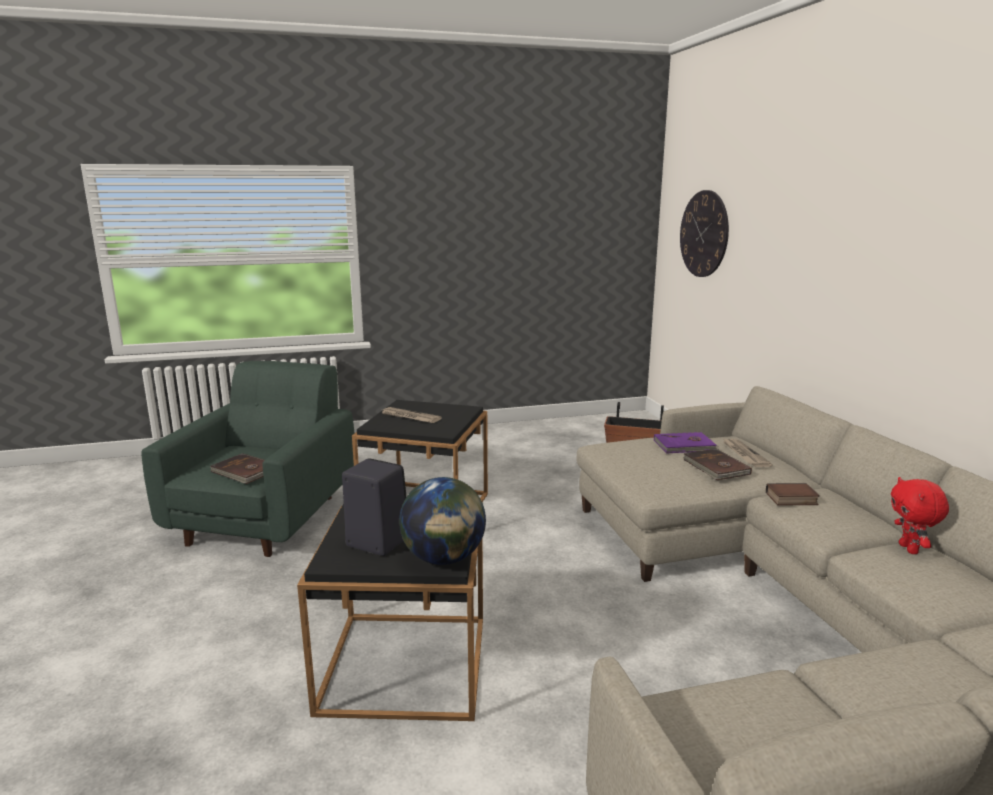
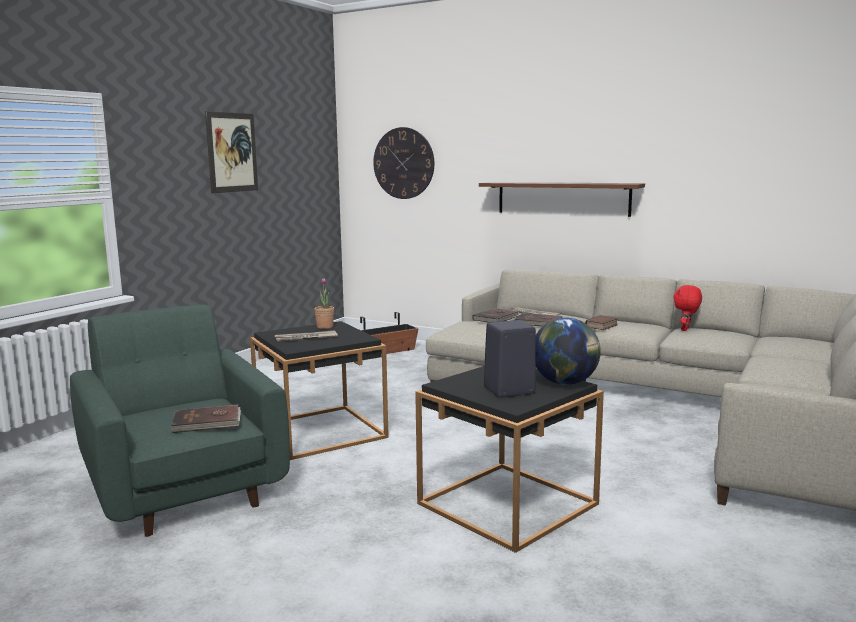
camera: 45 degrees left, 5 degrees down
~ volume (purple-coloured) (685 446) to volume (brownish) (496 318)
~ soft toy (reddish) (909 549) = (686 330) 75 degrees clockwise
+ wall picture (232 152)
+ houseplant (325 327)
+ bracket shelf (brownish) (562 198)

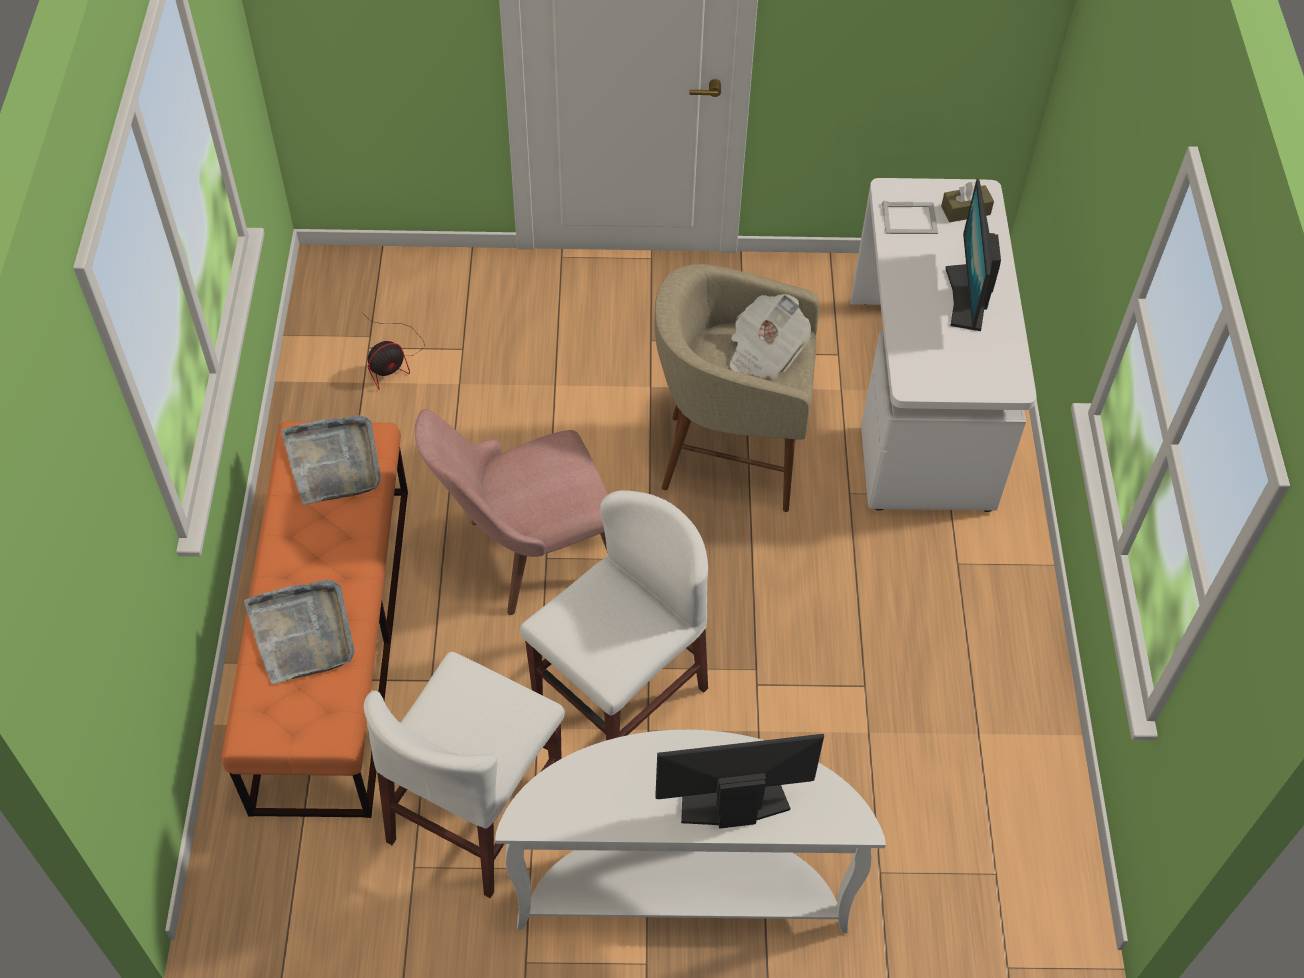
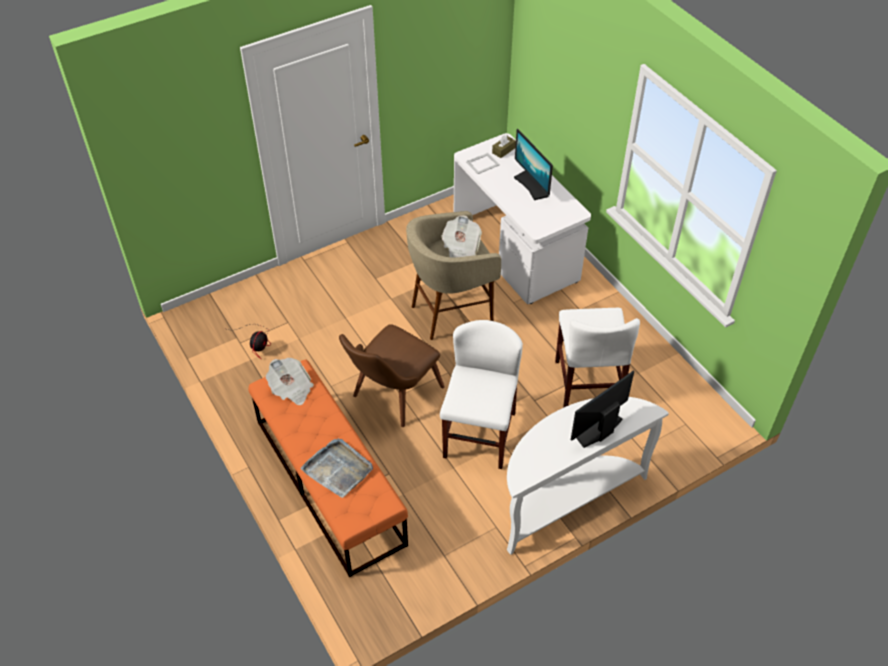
camera: 30 degrees left, 5 degrees down
~ serving tray (grey) (334 462) to daily paper (291 389)
~ chair (white) (475 811) to (587 385)
~ chair (pink-coloured) (526 556) to chair (brownish) (391 398)

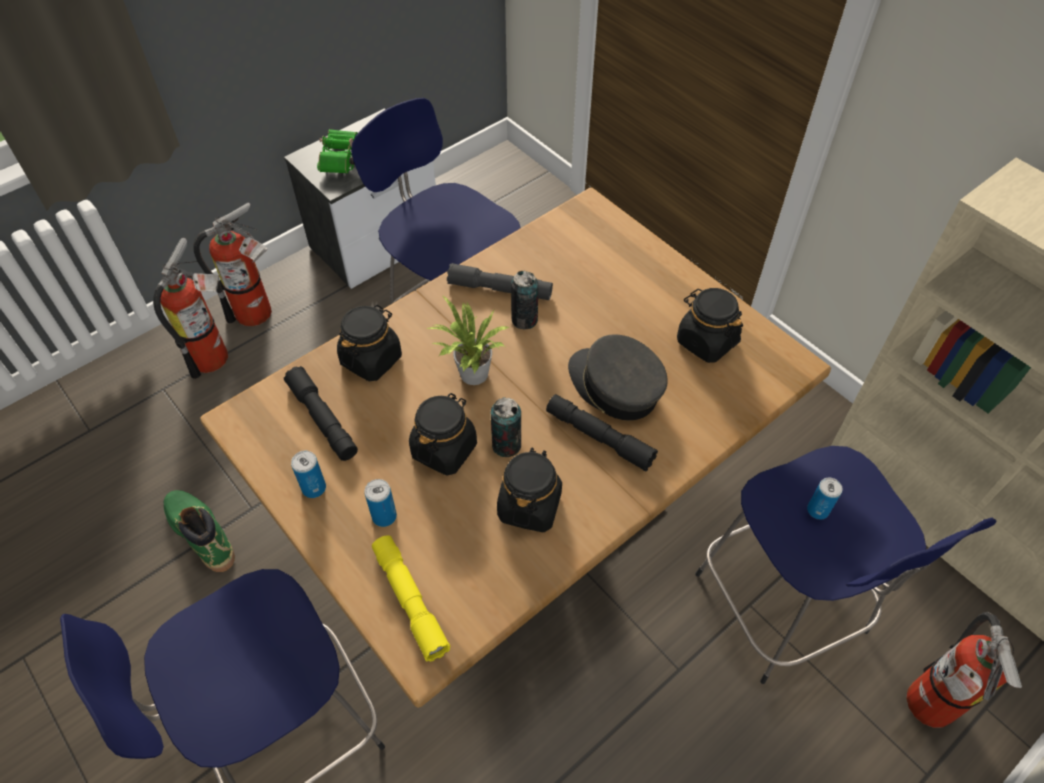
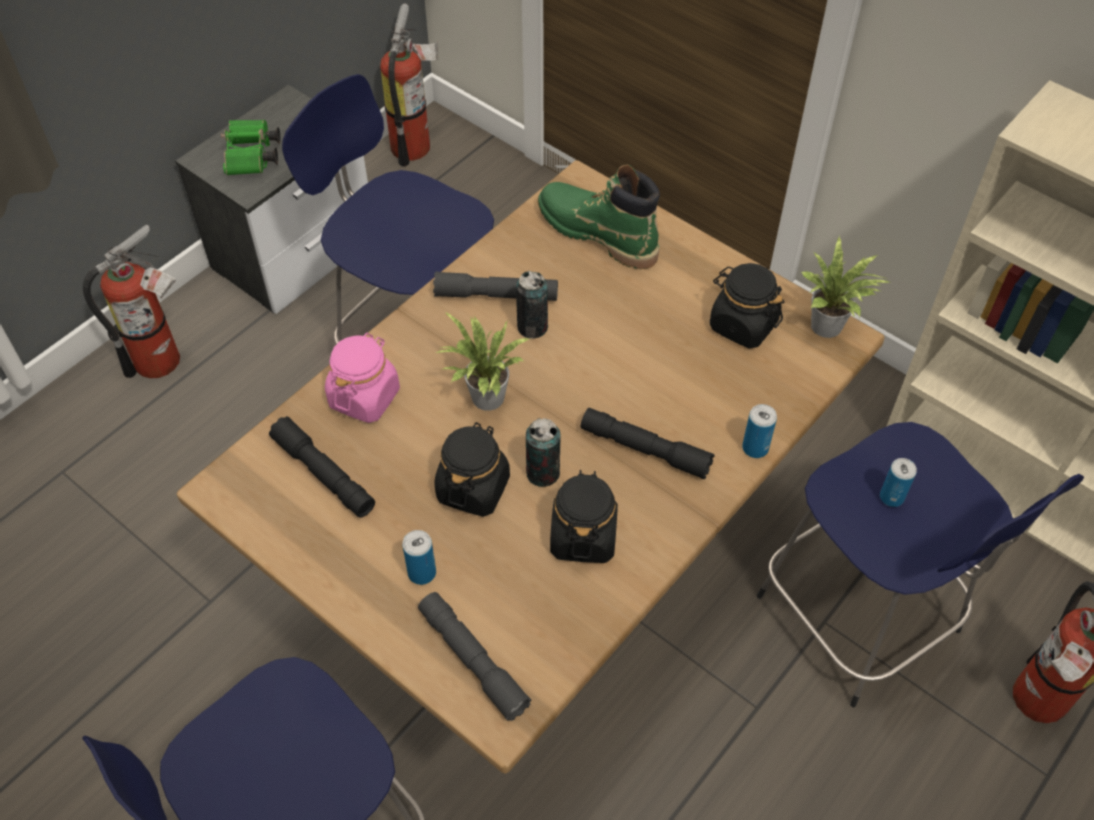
camera: 10 degrees left, 0 degrees up
~ extinguisher (215 355) to (415 144)
~ high-top boot (greenish) (201 533) to (597 234)
~ can (314 488) to (755 448)
~ storage jar (black-coloured) (371 359) to storage jar (pink-coloured) (364 397)
~ flashlight (yellowish) (410 600) to flashlight (grey) (473 660)
- baseball cap (grey) (614 387)
+ houseplant (830 328)

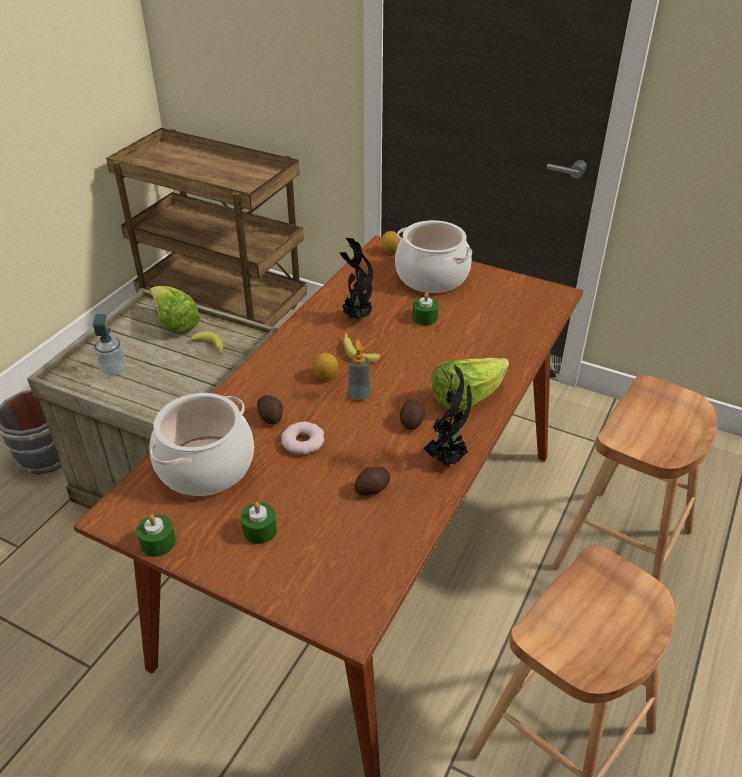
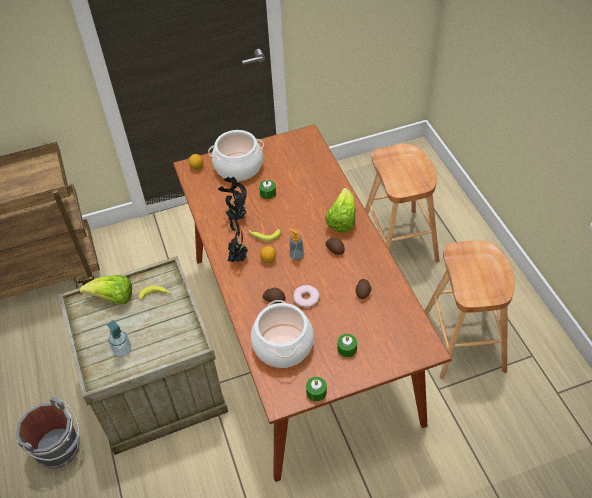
camera: 45 degrees left, 10 degrees up
~ houseplant (448 458) to (238 257)

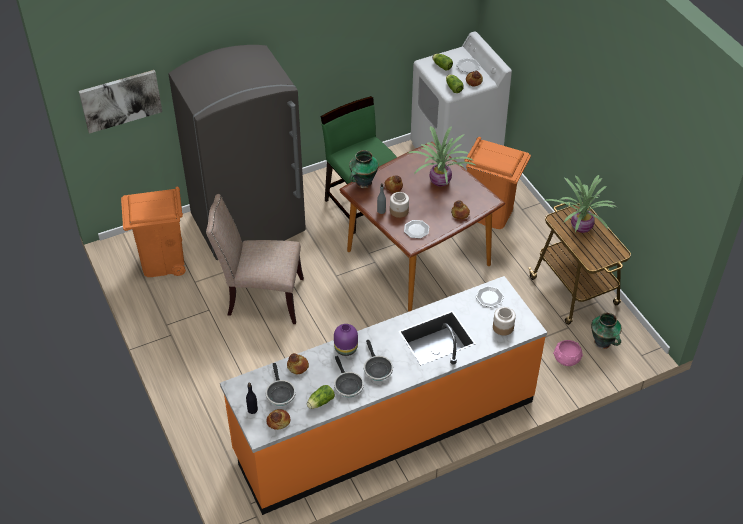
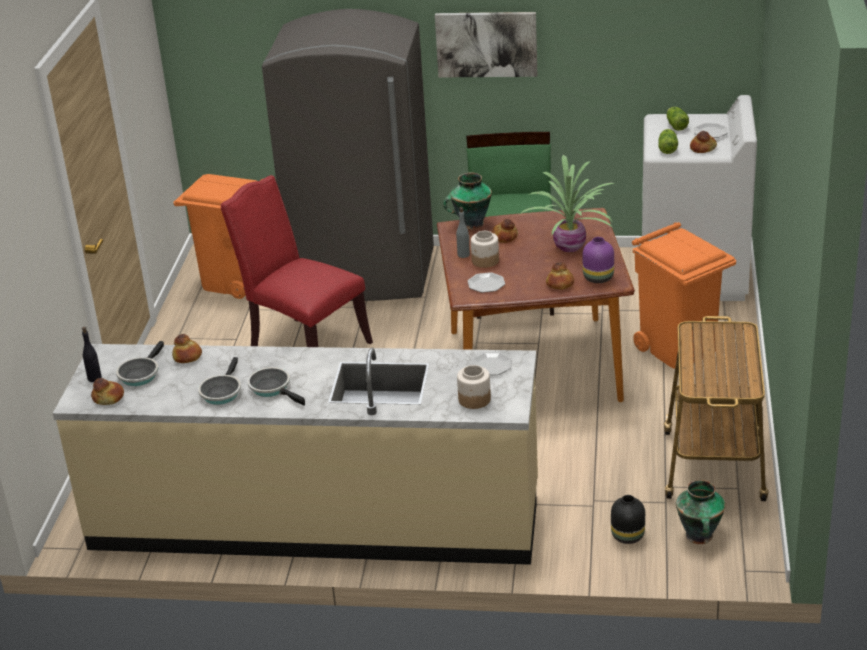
camera: 35 degrees right, 15 degrees down
~ wall picture (120 100) to (486 44)
~ chair (beige) (261 298) to chair (reddish) (304 346)
~ counter (orange-coloured) (385 426) to counter (beige) (315 519)
- head of lettuce (320 402)
~ decorative vase (purple-coloured) (345 349) to (597 278)
~ frying pan (377 369) = (273 388) 120 degrees clockwise
- houseplant (580 227)
~ deep dish (pink-coloured) (566 359) to decorative vase (black-coloured) (627 535)

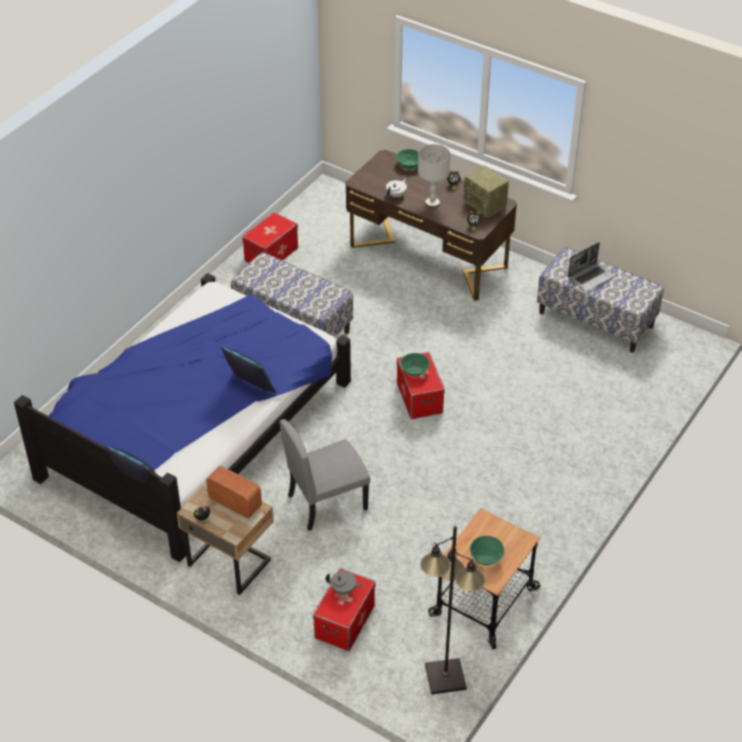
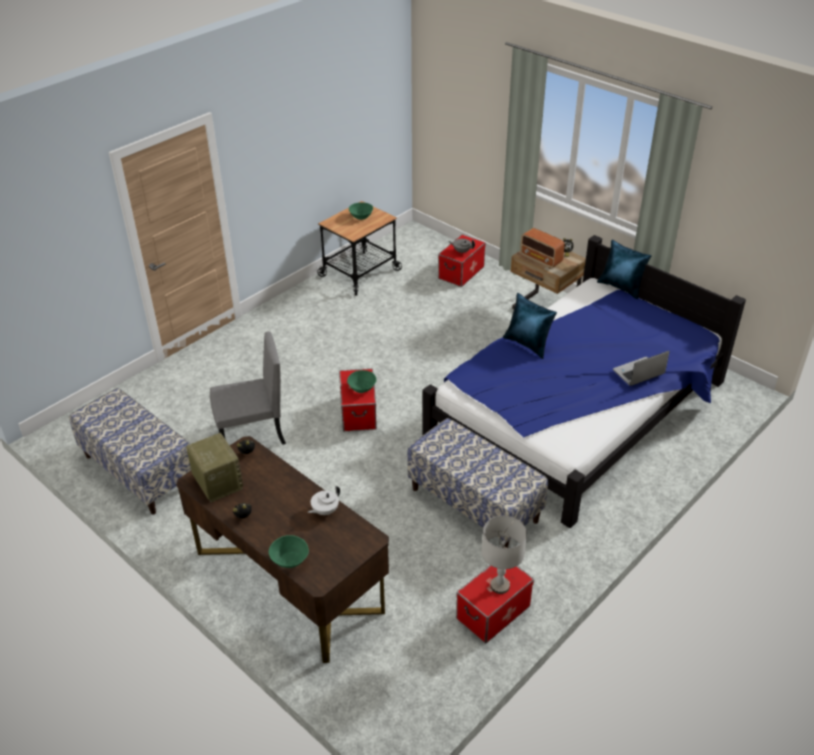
camera: 170 degrees left, 5 degrees down
~ chair (grey) (327 501) to (251 434)
~ table lamp (grey) (432 203) to (499 586)
- standard lamp (black-coloured) (444 676)
~ laptop (591 277) to (638 373)

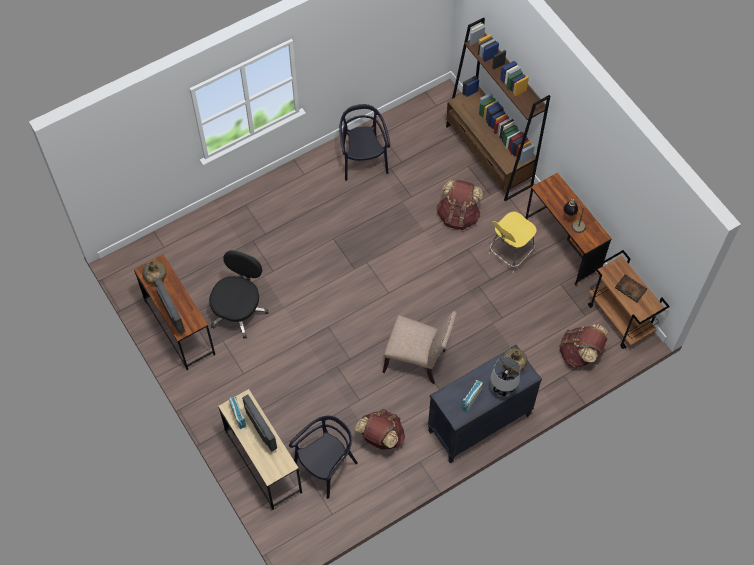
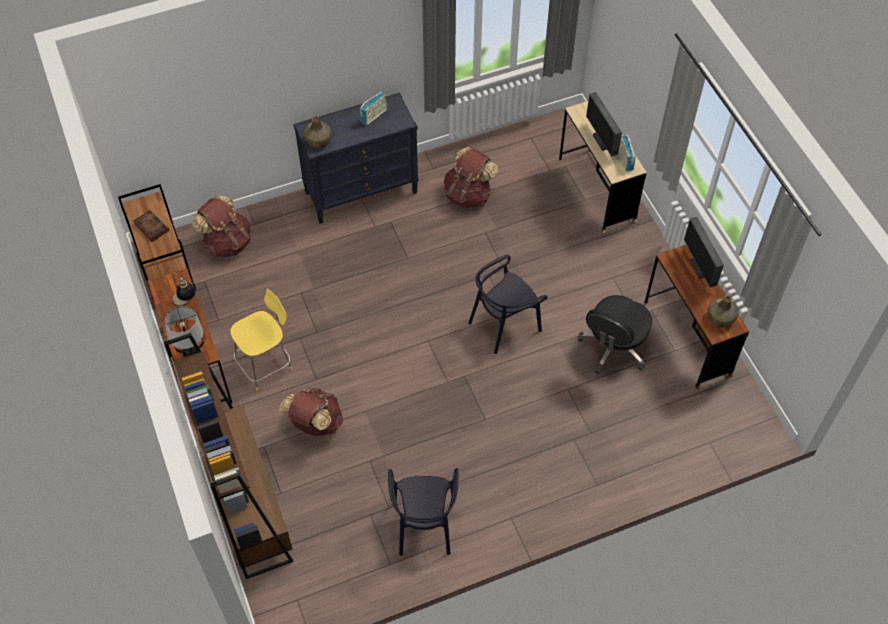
camera: 170 degrees left, 5 degrees down
~ chair (black-coloured) (326 467) to (504 324)
- chair (beige) (417 360)
~ table lamp (502 390) to (191 352)

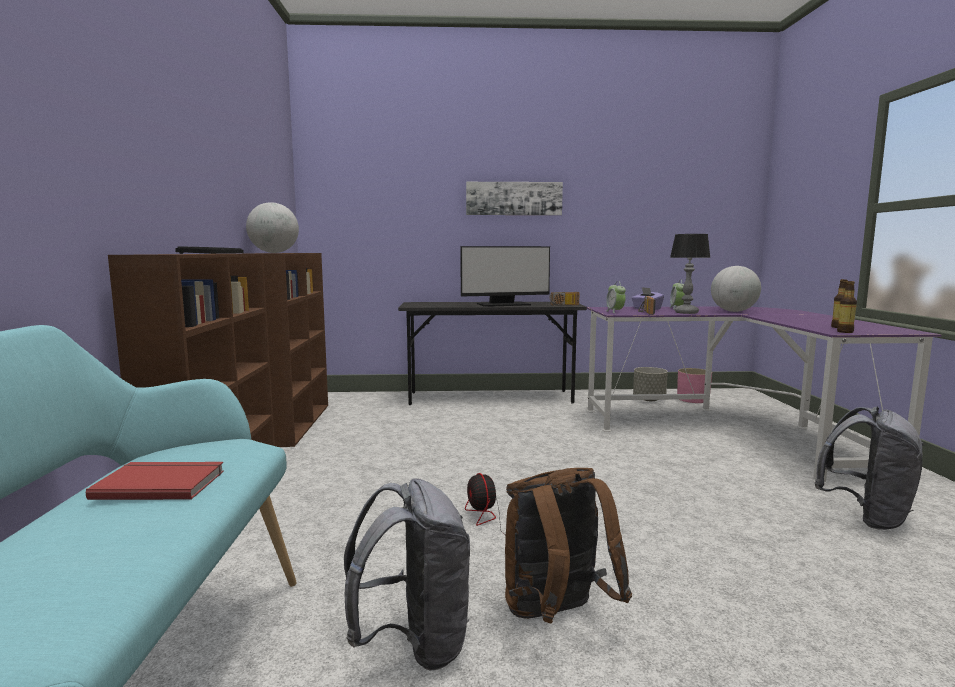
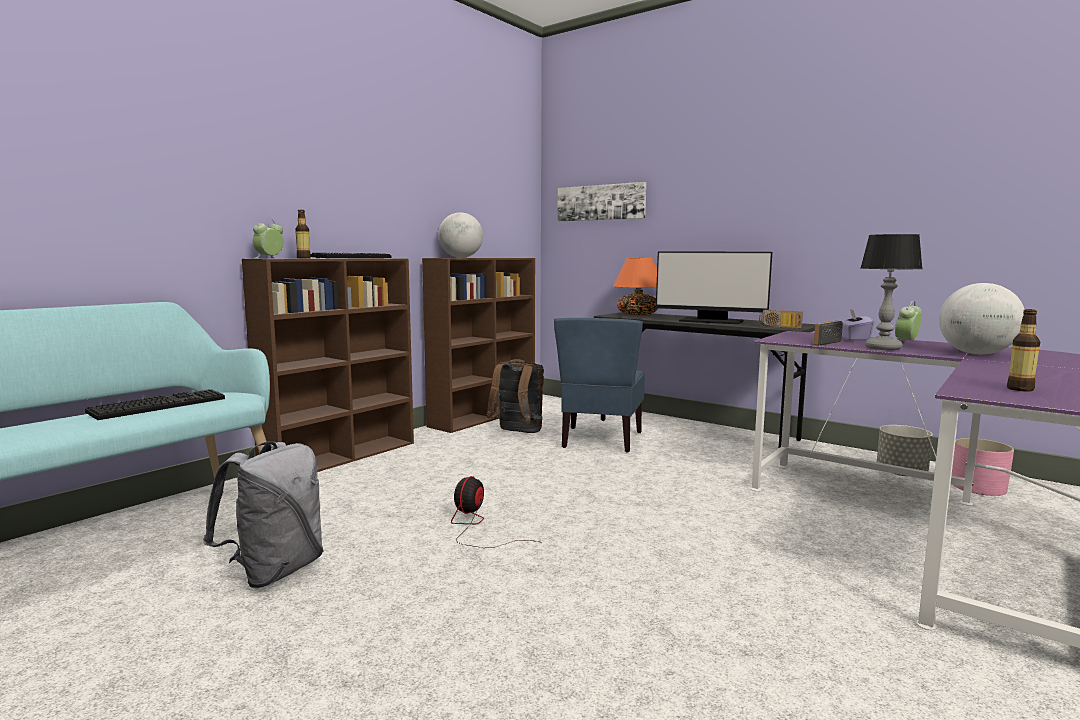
camera: 40 degrees right, 0 degrees up
~ volume (reddish) (161 483) to computer keyboard (159 405)
~ wall picture (514 198) to (601 202)
~ rucksack (brownish) (556 615) to (517 433)
~ alarm clock (615 312) to (269 258)
- rucksack (grey) (866 517)
~ beverage bottle (845 332) to (303 258)
+ chair (blue-coloured) (600 440)
+ table lamp (orange-coloured) (637 314)

